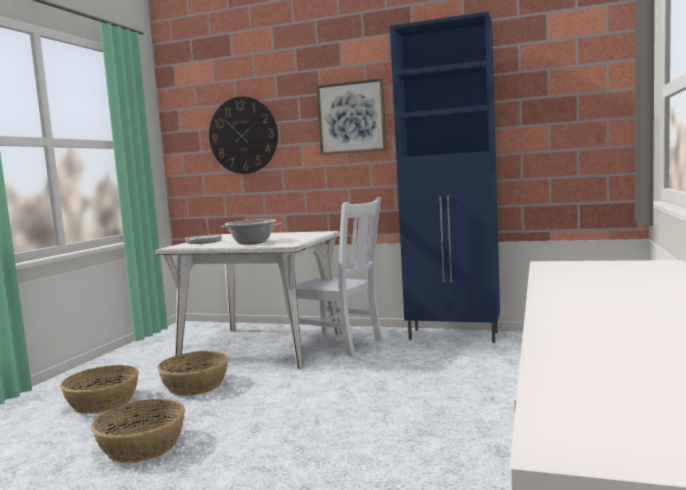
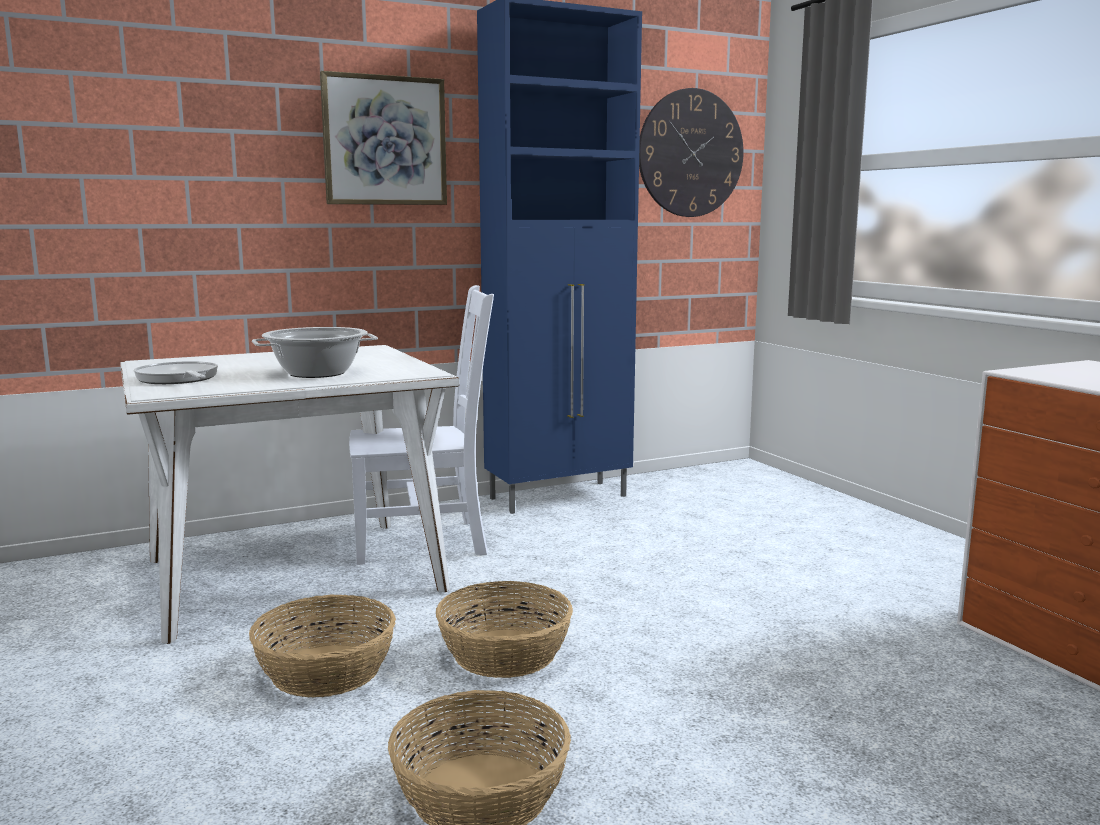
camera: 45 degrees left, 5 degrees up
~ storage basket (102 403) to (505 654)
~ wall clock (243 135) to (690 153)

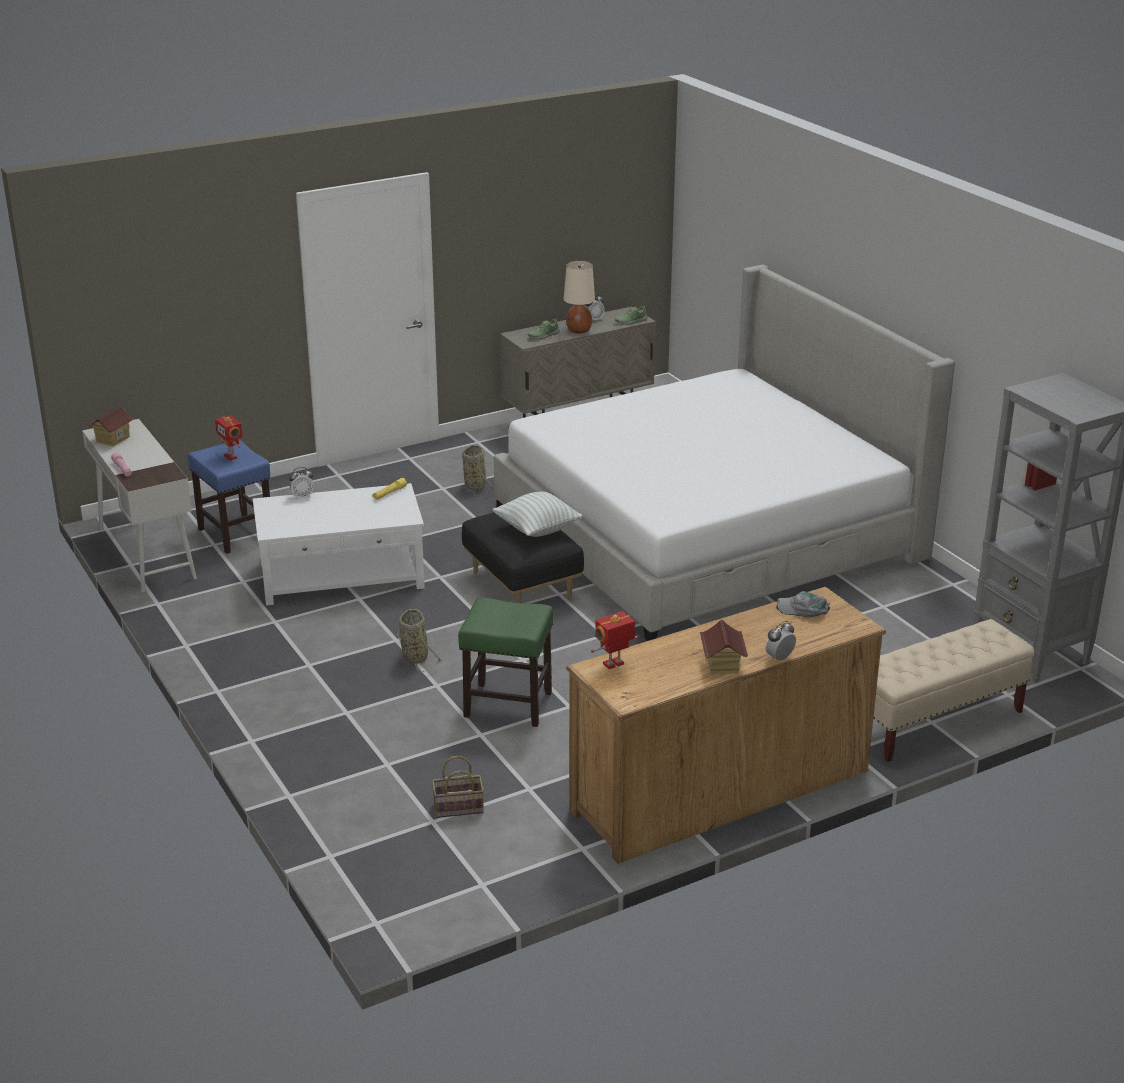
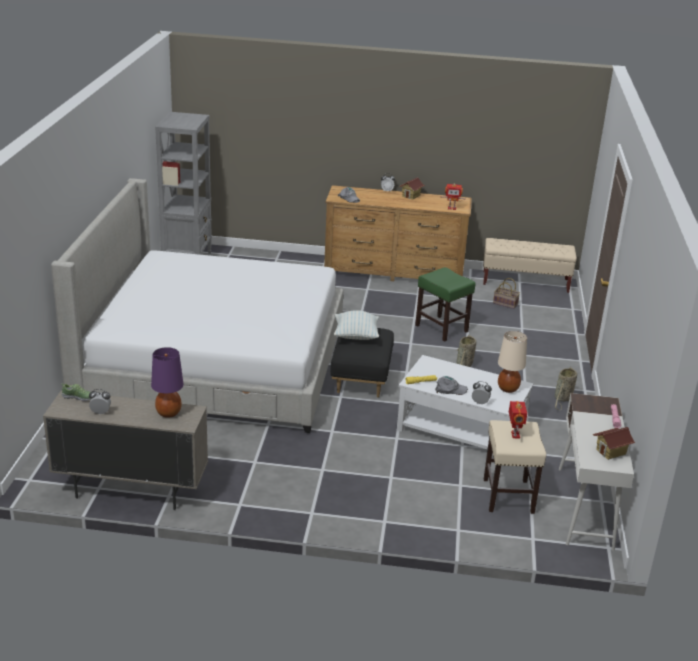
camera: 145 degrees left, 0 degrees up
~ sitting stool (blue-coloured) (236 534) to sitting stool (beige) (508 495)
~ storage basket (475 485) to (562 399)
~ item of footwear (543 335) to table lamp (purple-coloured) (168 413)
~ table lamp (beige) (579 330) to (508 389)
~ indoor bench (beige) (934 721) to (525 282)
+ baseball cap (grey) (450 389)

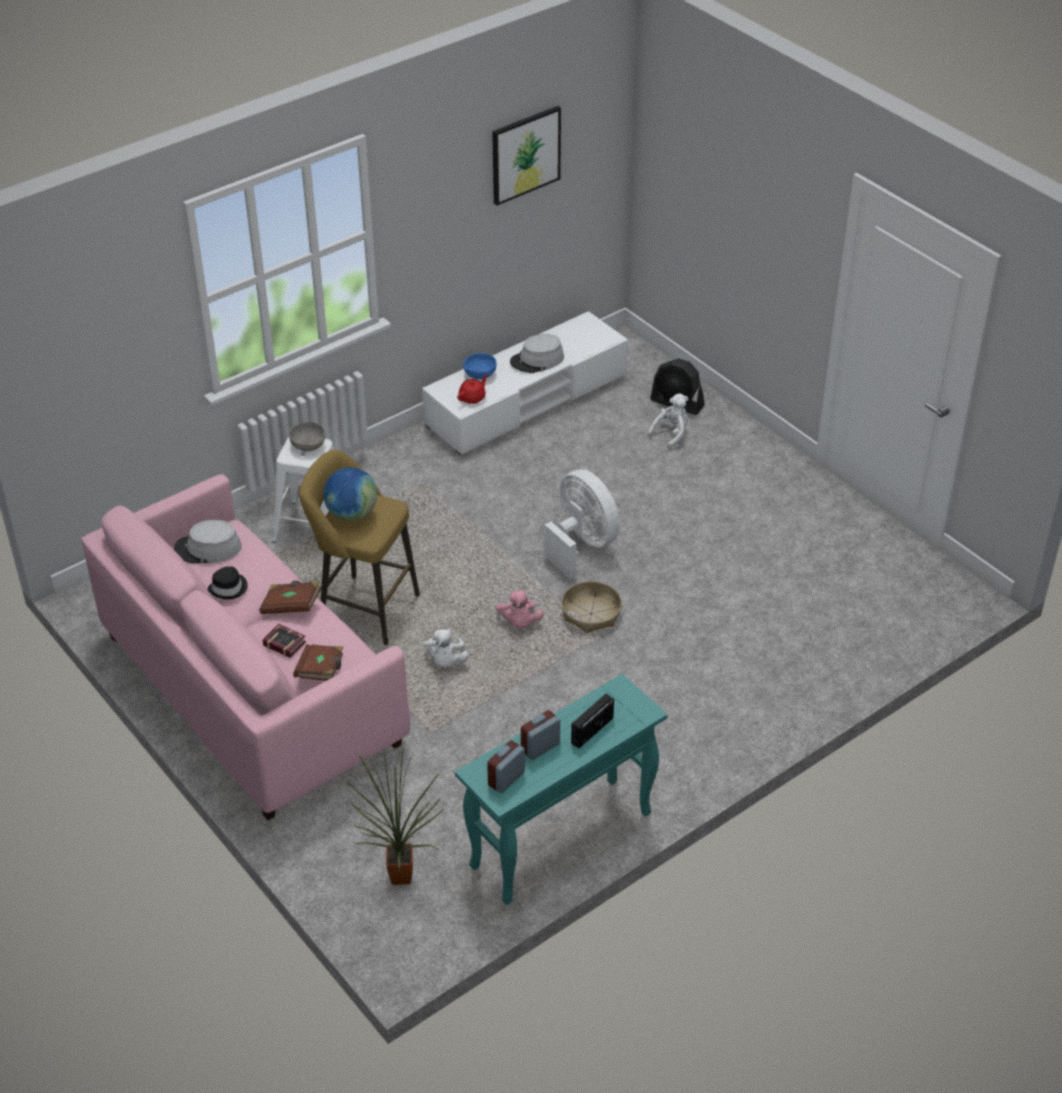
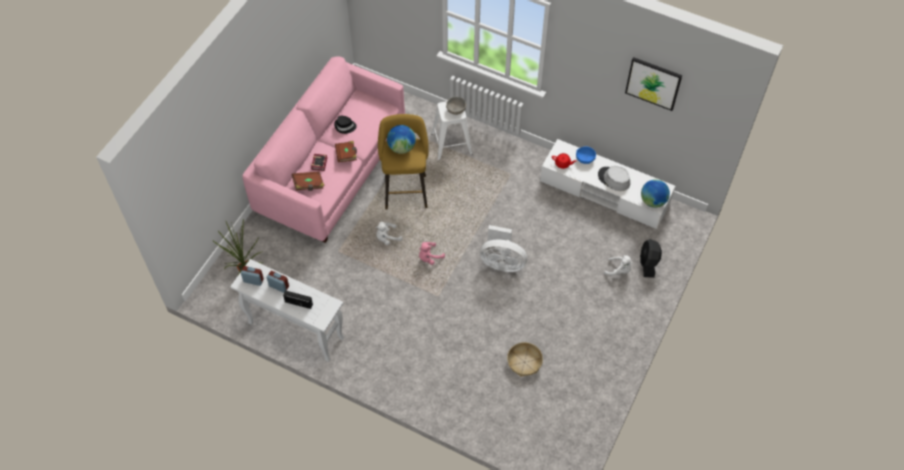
camera: 65 degrees right, 15 degrees up
- clothing hat (grey) (208 549)
~ narrow table (turquoise) (560 841) to narrow table (white) (295 330)
~ fan (white) (582 545) = (502 262) 75 degrees clockwise
~ storage basket (591 614) to (524 362)
+ world globe (653 201)

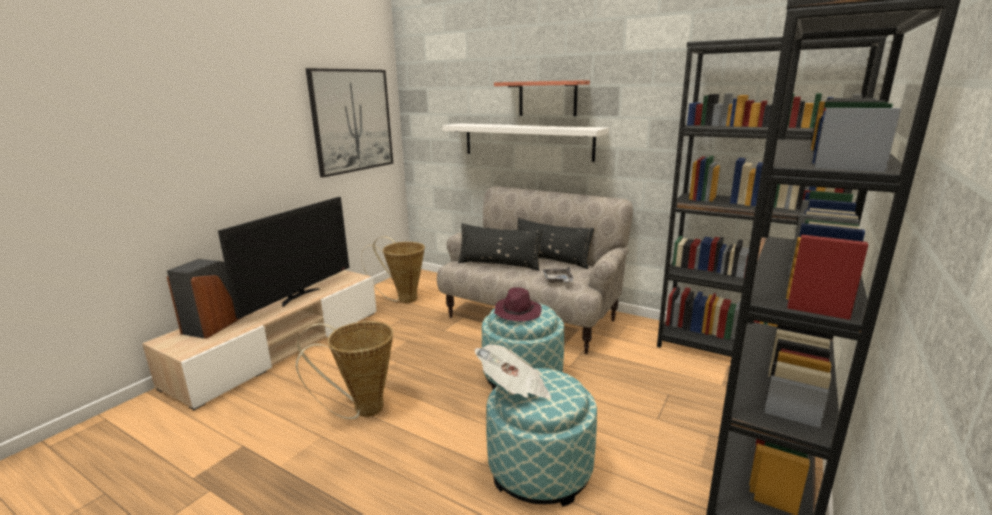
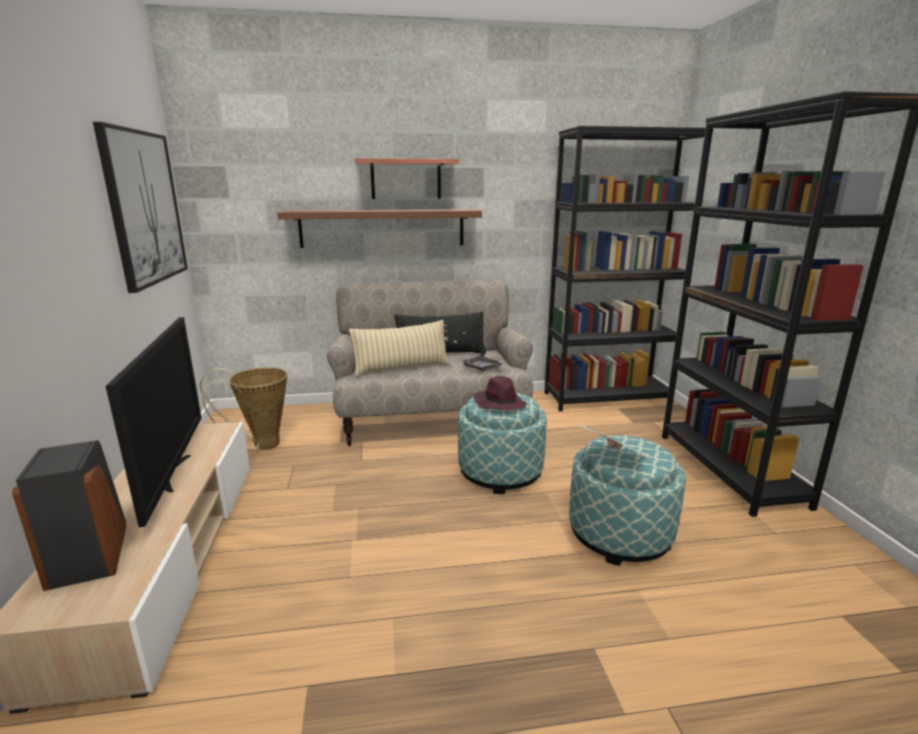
camera: 40 degrees left, 0 degrees up
- storage basket (361 410)
~ bracket shelf (white) (527 141) to bracket shelf (brownish) (382 228)
~ throw pillow (black-coloured) (499 264) to throw pillow (beige) (401 368)

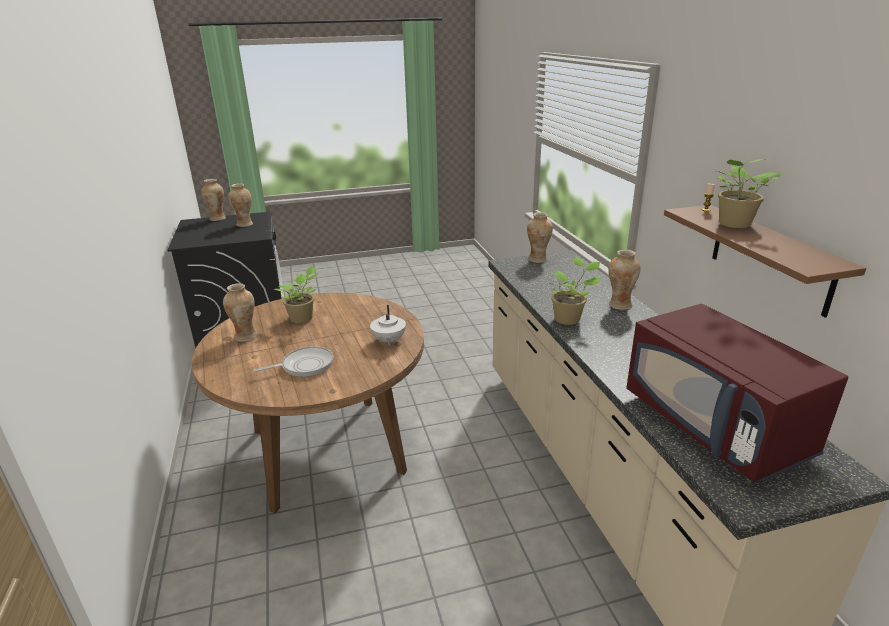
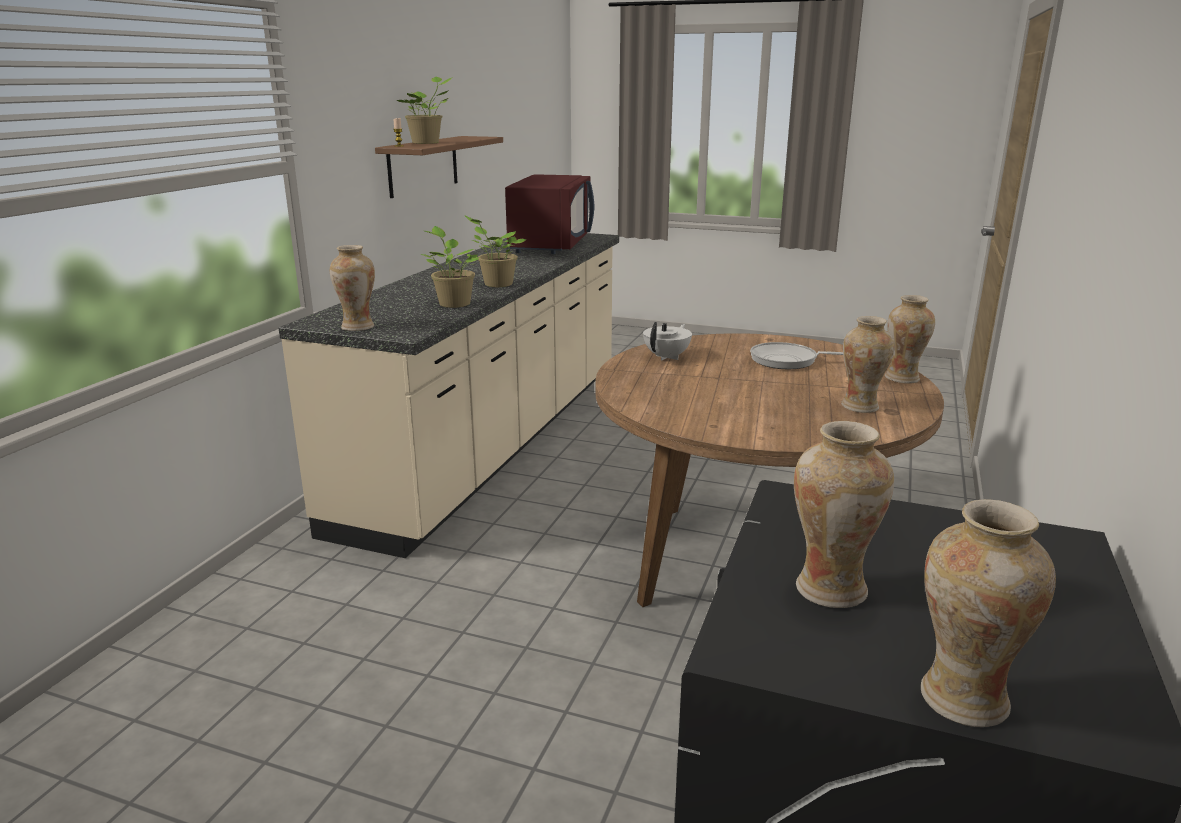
camera: 145 degrees left, 5 degrees down
~ houseplant (303 318) to (453 303)
~ decorative vase (619 305) to (902 378)

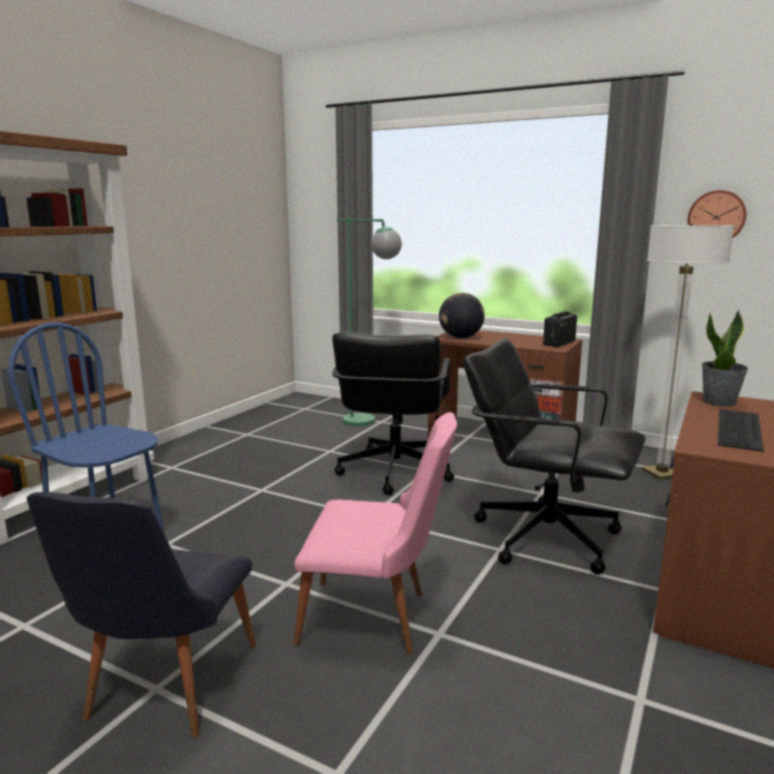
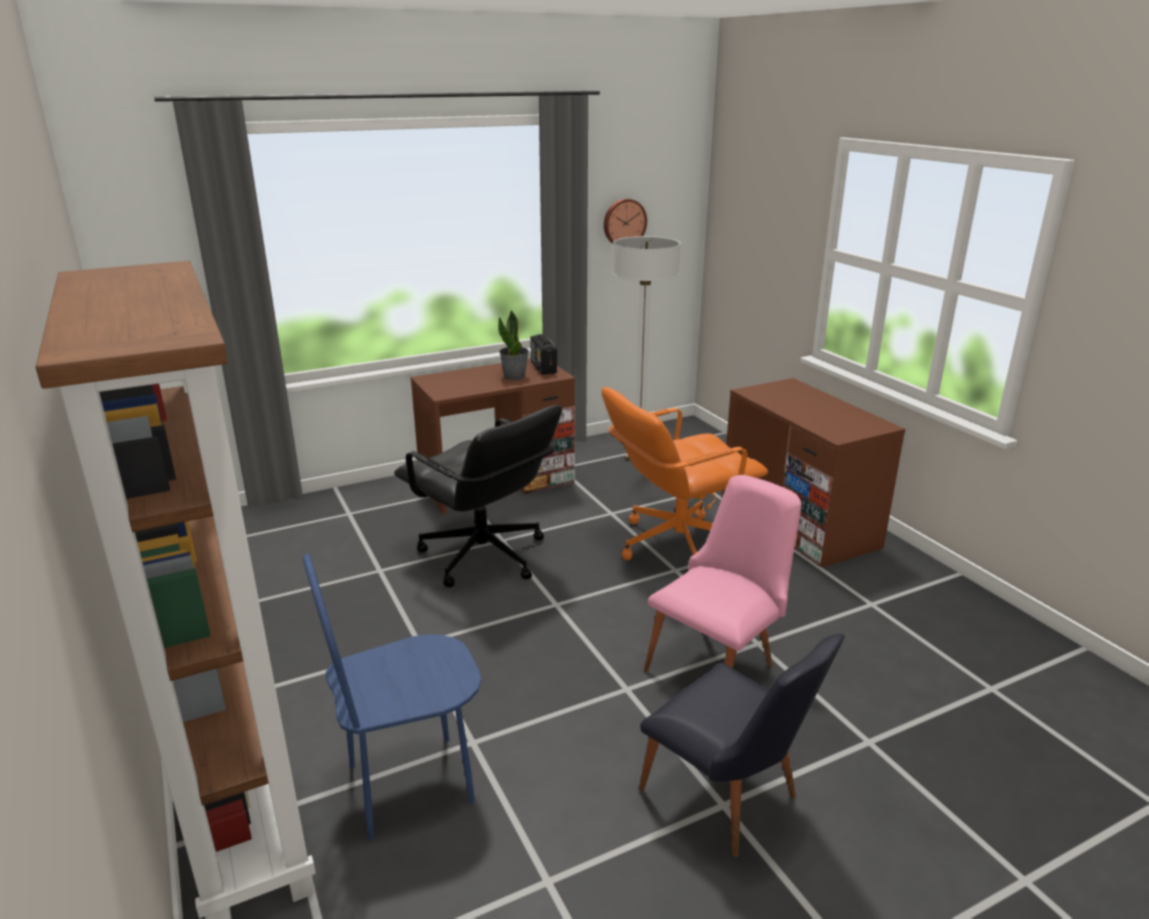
camera: 55 degrees left, 10 degrees up
- standard lamp (greenish) (370 421)
- world globe (460 338)
~ office chair (black-coloured) (545 536) to office chair (orange-coloured) (676 544)
~ houseplant (719 402) to (515 376)
- computer keyboard (742 430)

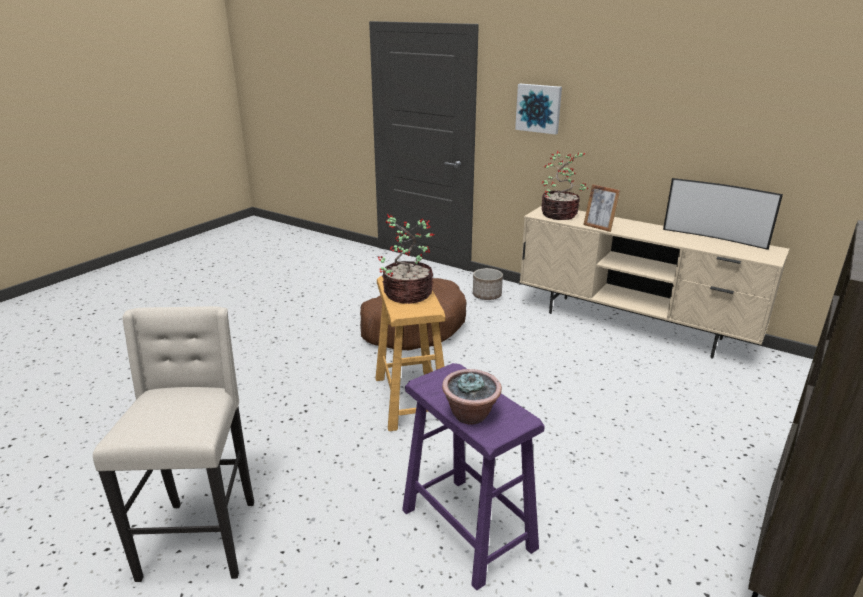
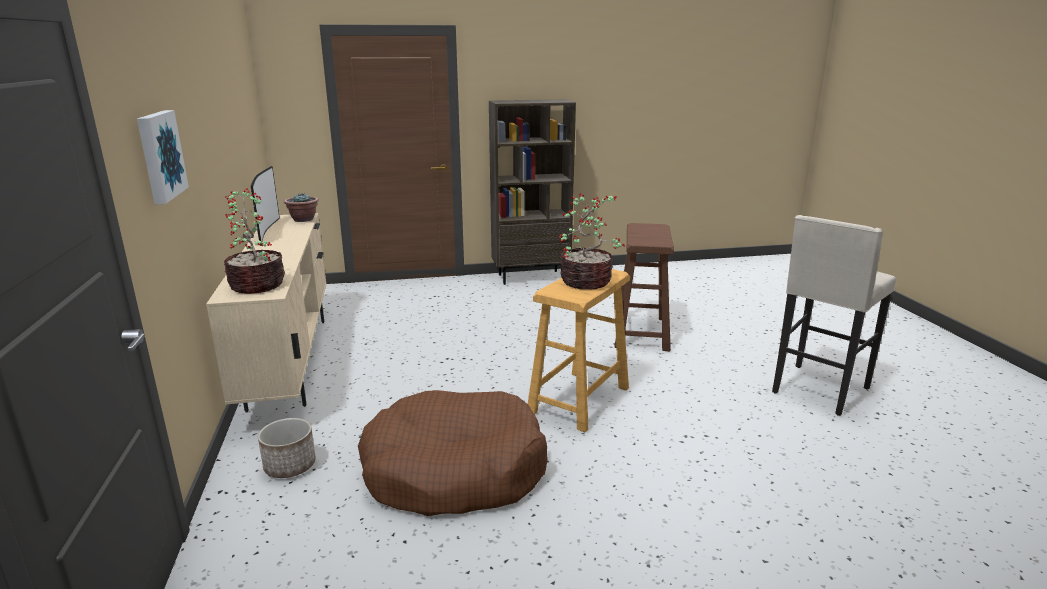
camera: 135 degrees left, 5 degrees down
~ sitting stool (purple-coloured) (468 529) to sitting stool (brownish) (641 332)
~ houseplant (471 415) to (303 220)
- photo frame (598 227)

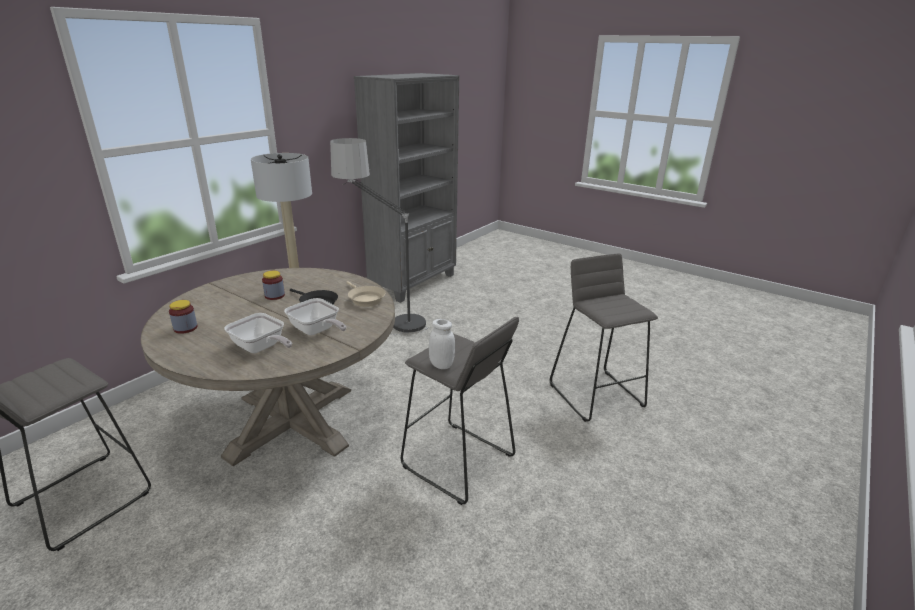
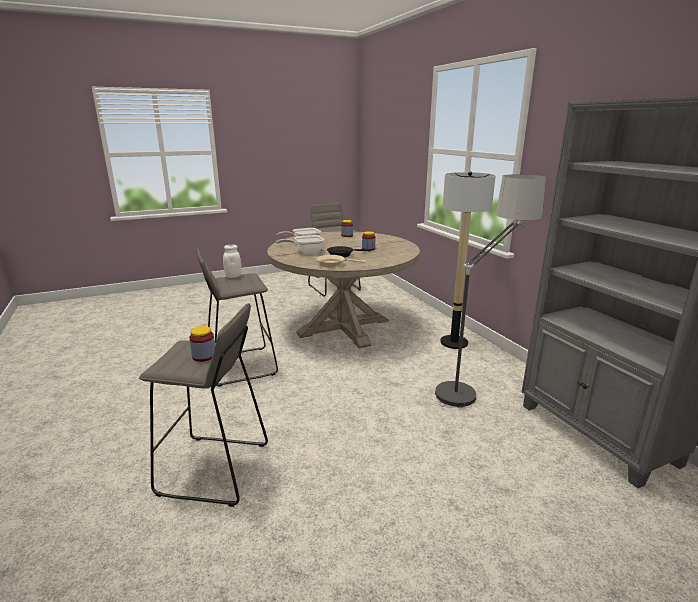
camera: 120 degrees right, 5 degrees down
+ storage jar (204 356)

